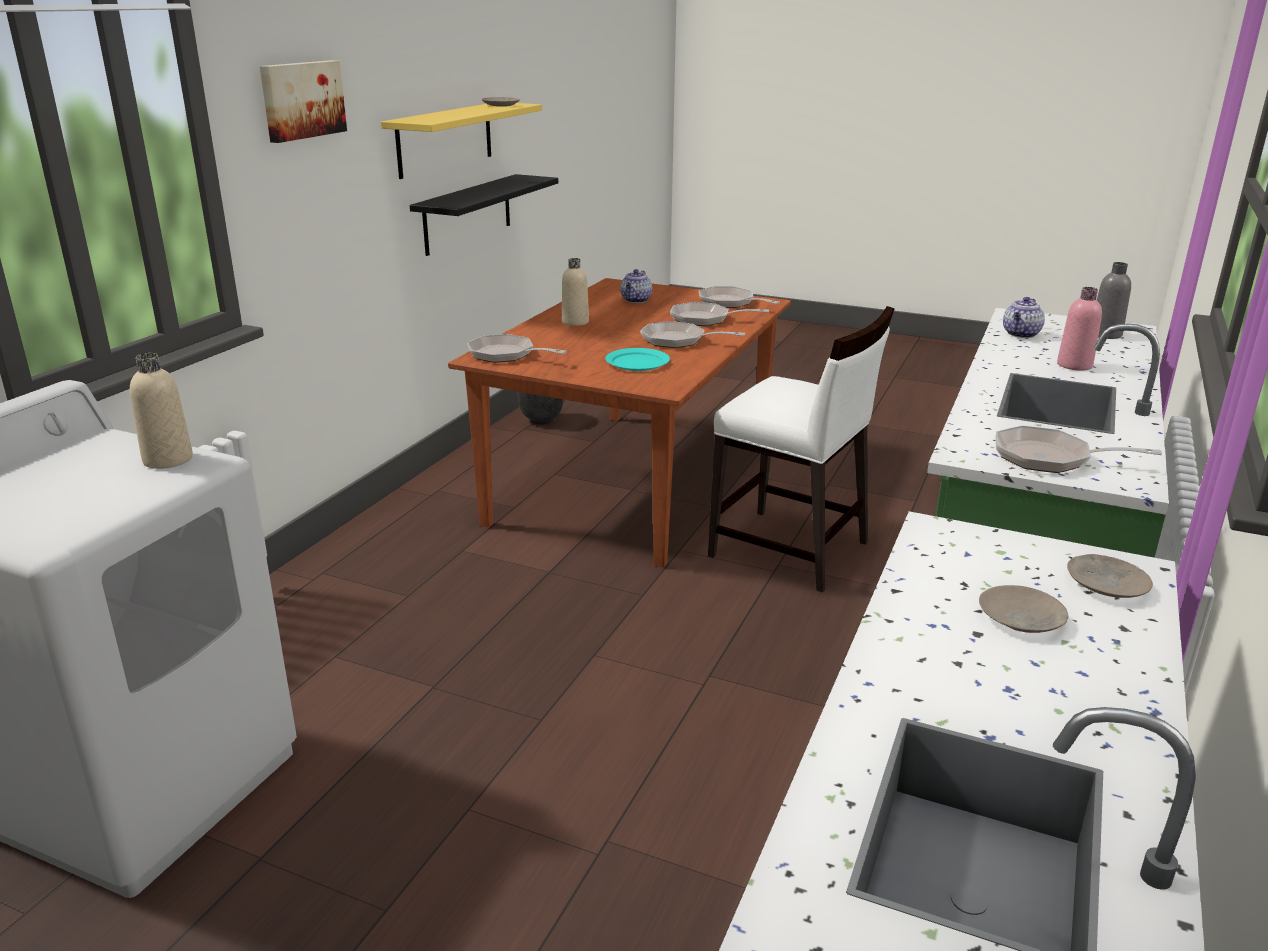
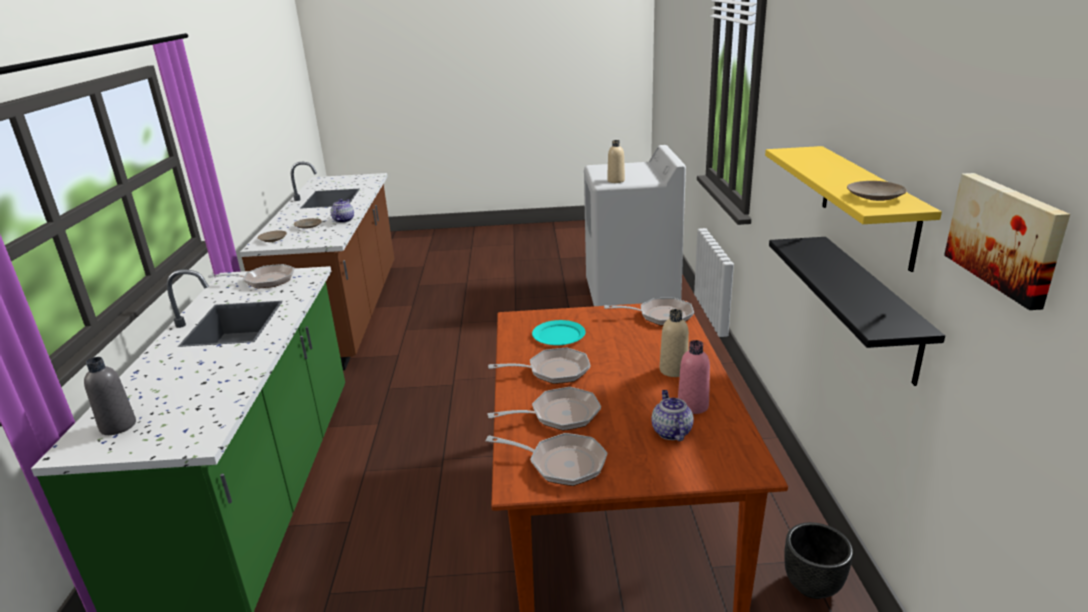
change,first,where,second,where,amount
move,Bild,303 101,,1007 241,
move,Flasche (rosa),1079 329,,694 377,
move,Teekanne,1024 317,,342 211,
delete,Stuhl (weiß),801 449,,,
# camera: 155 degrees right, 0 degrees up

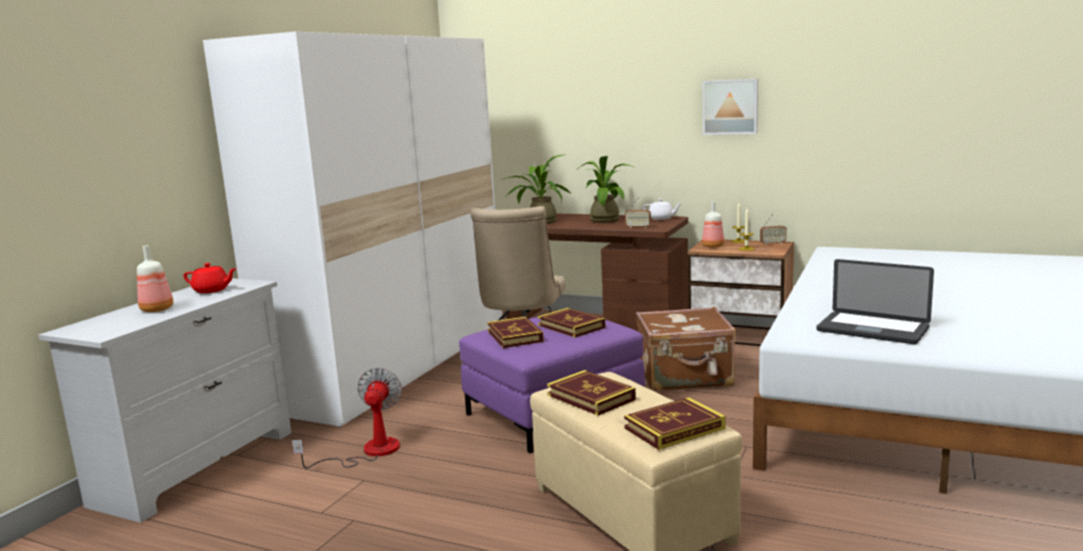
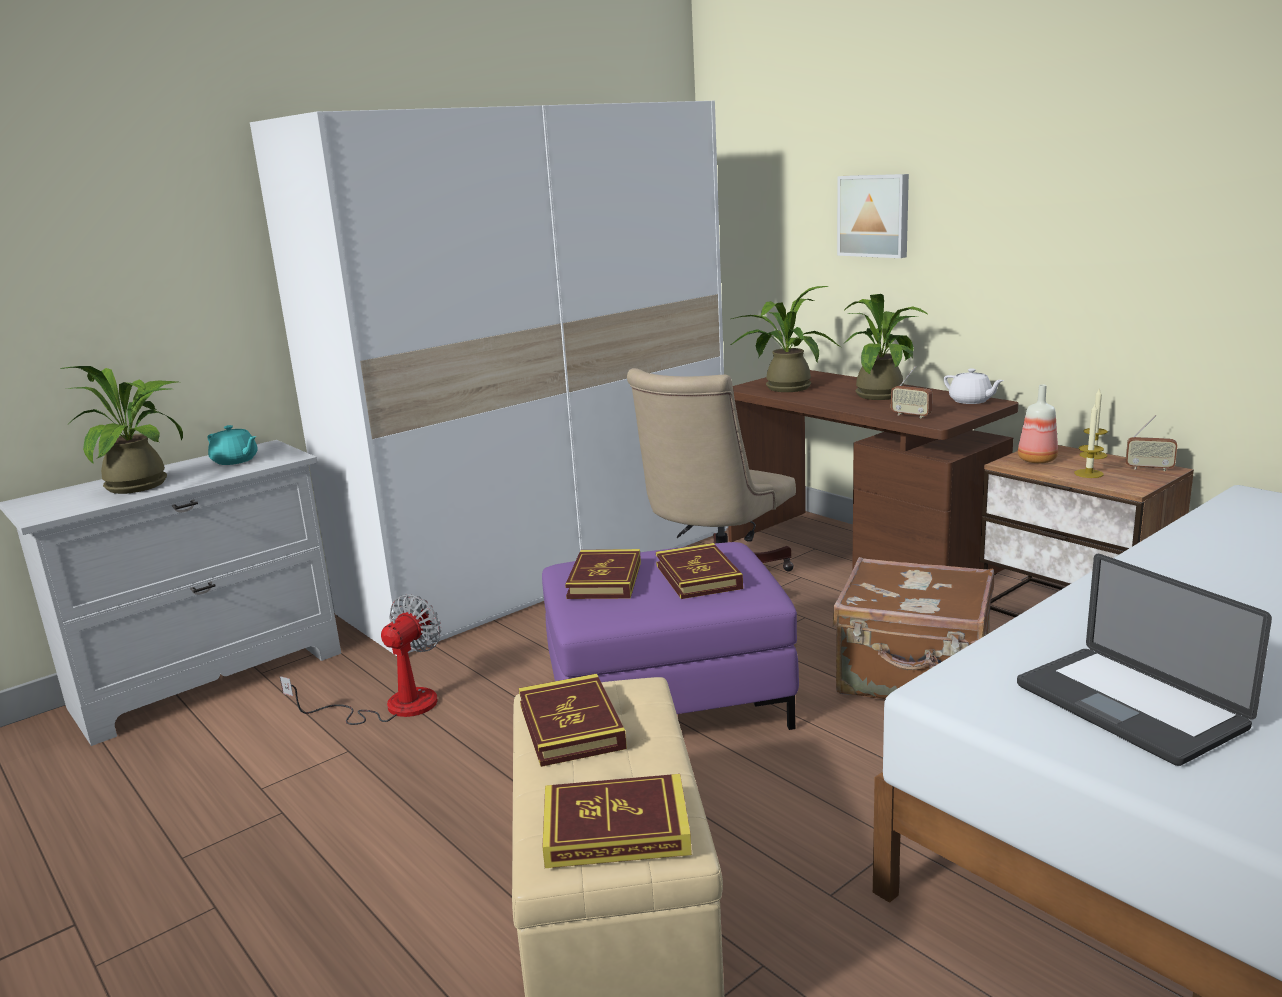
change,first,where,second,where,amount
move,Bild,730 107,,873 216,
replace,Flasche,155 278,Topfpflanze,121 430,
recolor,Teekanne (rot),210 278,Teekanne (türkis),233 445,
# camera: 25 degrees right, 5 degrees up

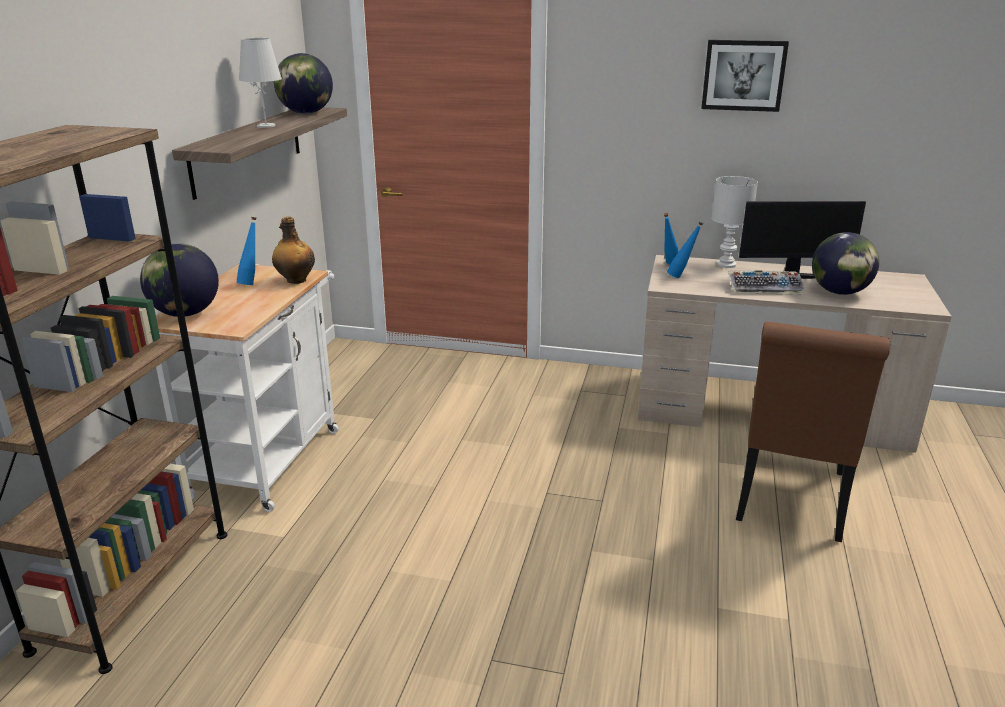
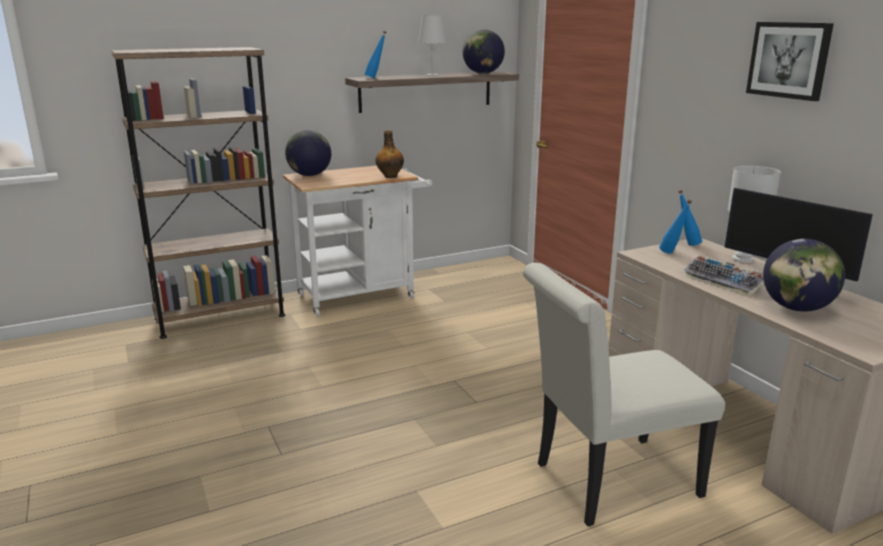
change,first,where,second,where,amount
move,Flasche (blau),246 251,,375 54,
recolor,Stuhl (braun),813 432,Stuhl (weiß),624 394,
# camera: 50 degrees right, 5 degrees down

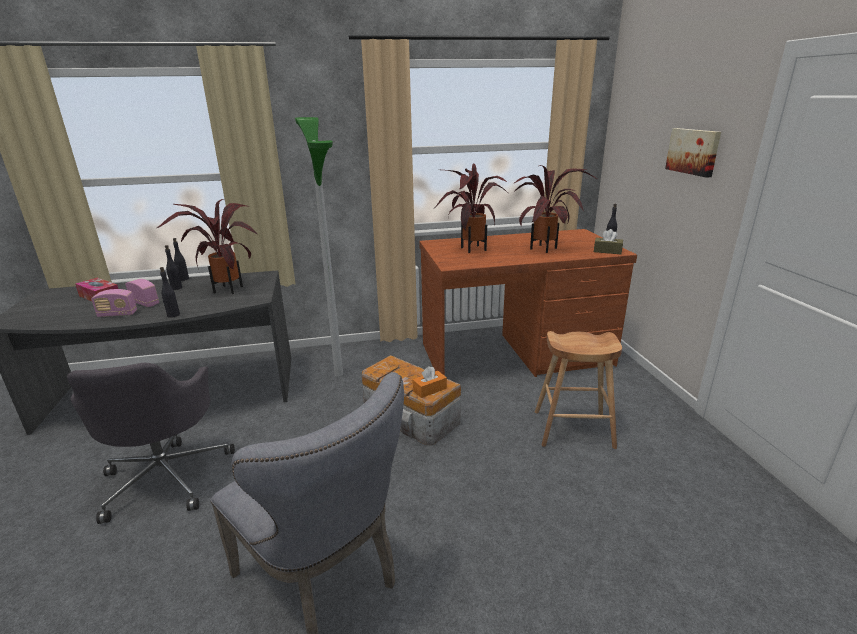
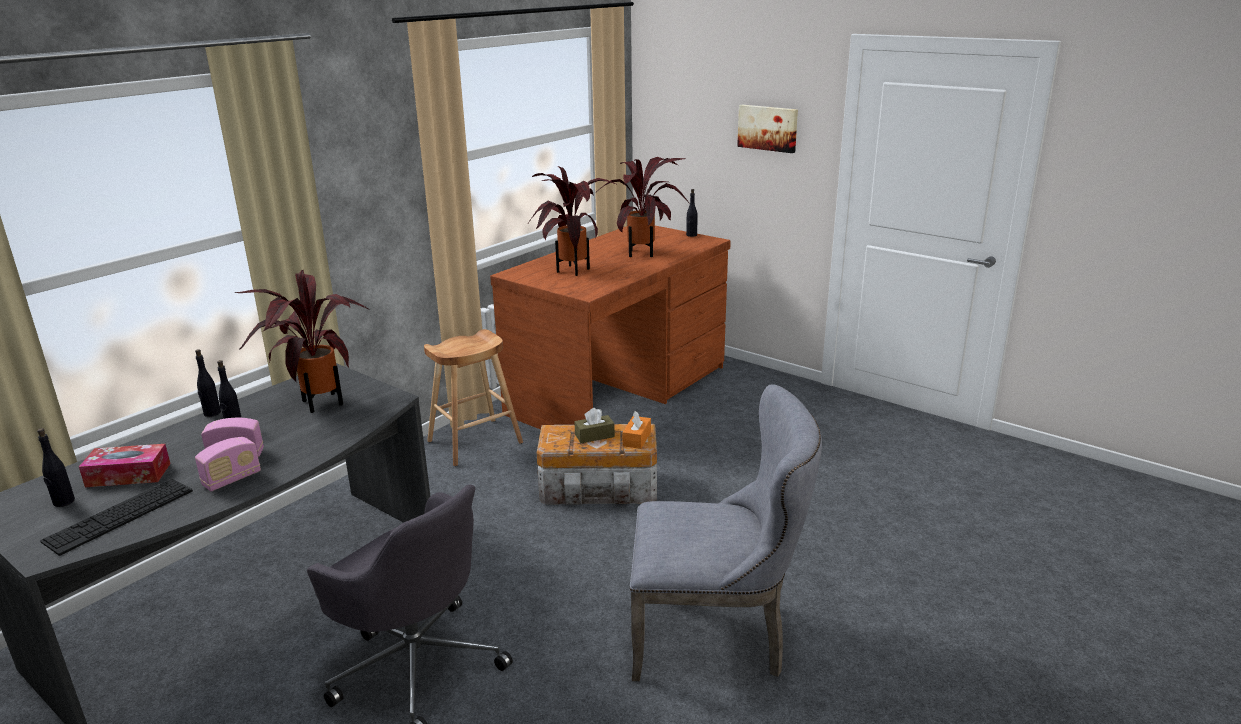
change,first,where,second,where,amount
delete,Stehlampe,319 247,,,
move,Taschentuchbox (braun),608 241,,594 425,
move,Flasche (schwarz),170 292,,56 467,
move,Hocker (braun),578 390,,473 397,
insert,,,Tastatur,116 517,
# camera: 40 degrees left, 0 degrees up

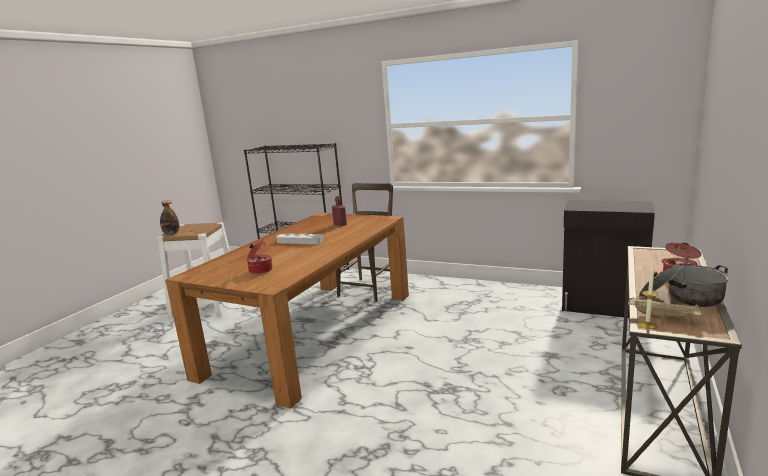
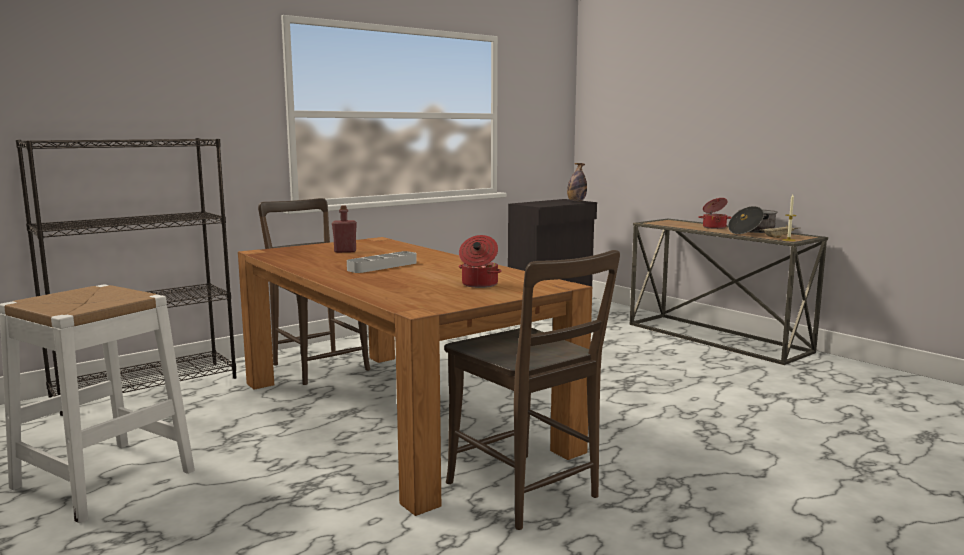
change,first,where,second,where,amount
move,Flasche,169 218,,577 182,
insert,,,Stuhl (braun),532 390,
# camera: 65 degrees left, 5 degrees down

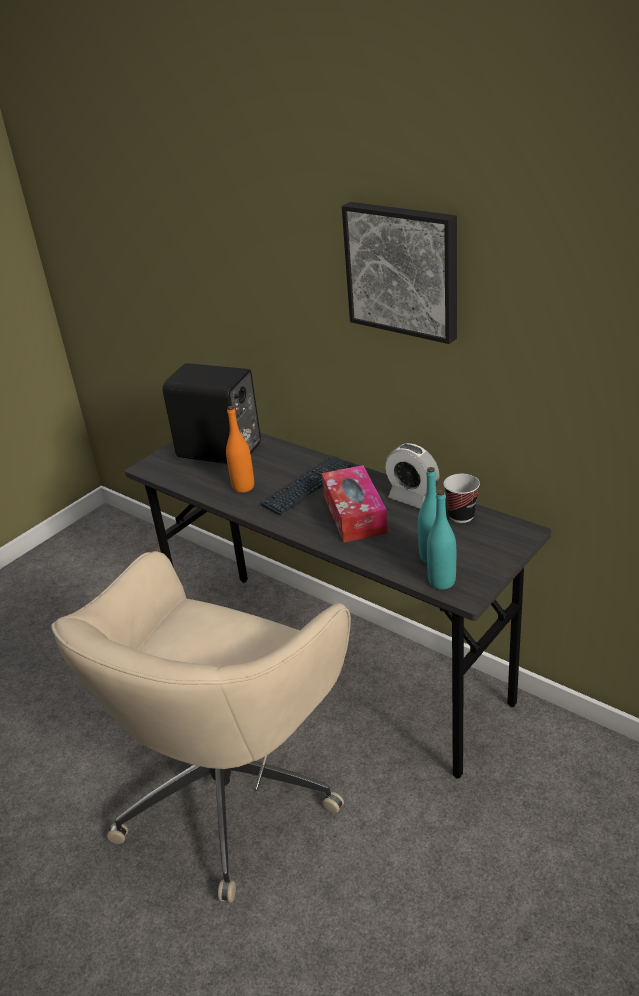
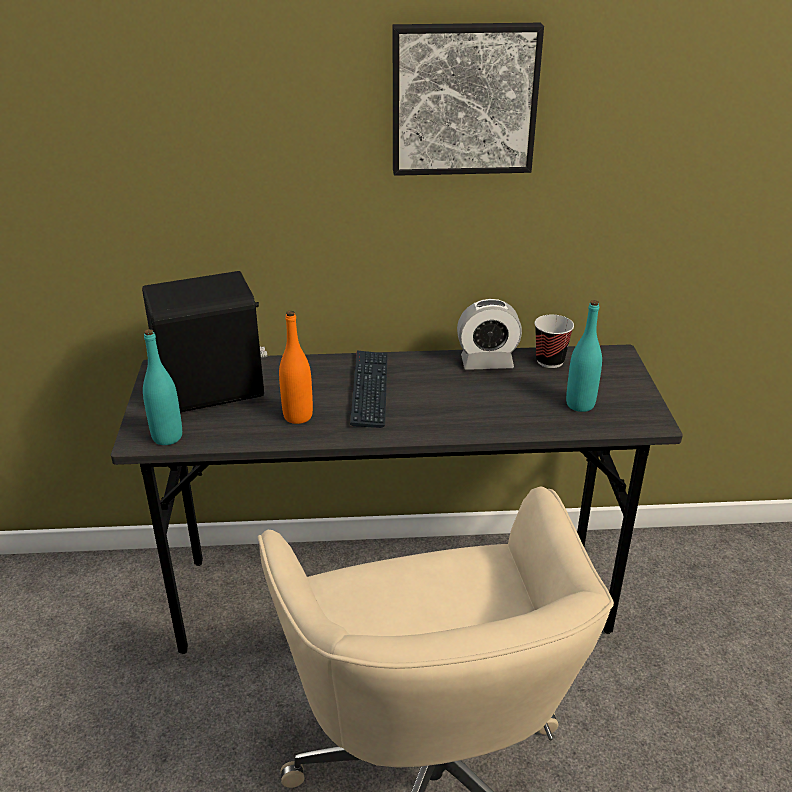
change,first,where,second,where,amount
delete,Taschentuchbox,355 503,,,
move,Flasche (türkis),441 540,,162 387,
# camera: 45 degrees left, 0 degrees up

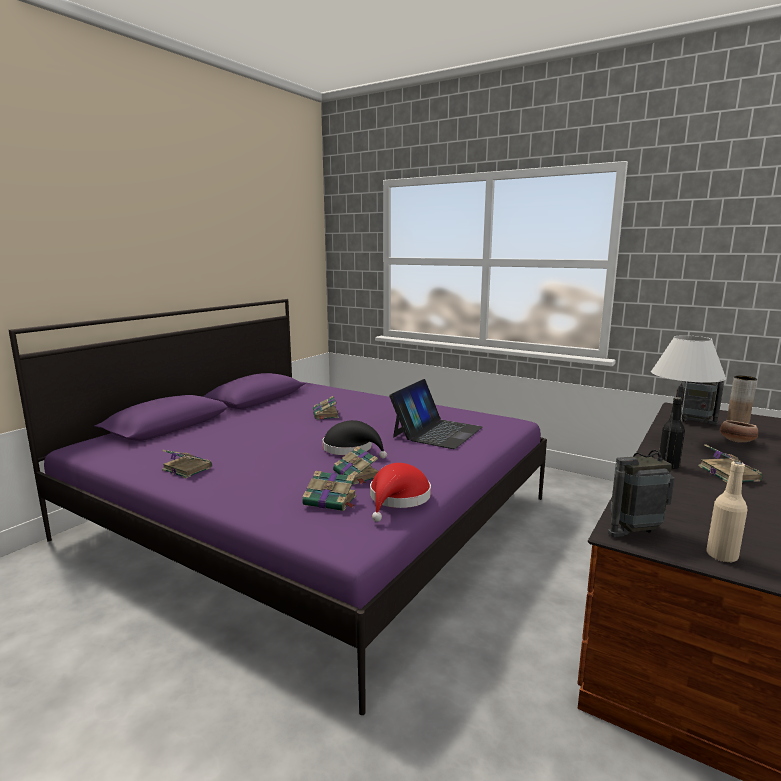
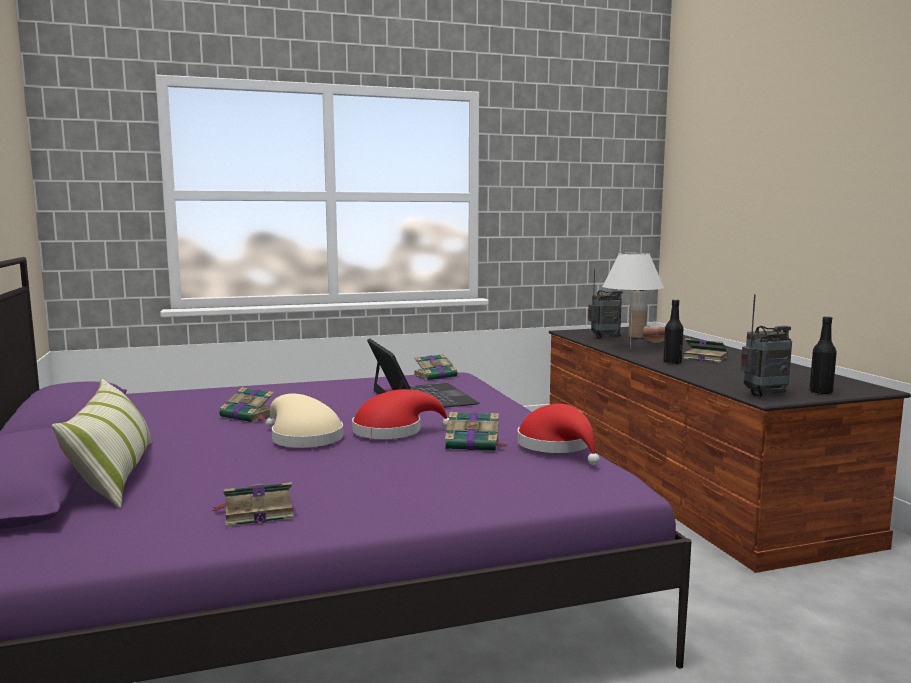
change,first,where,second,where,amount
rotate,Radio,641 475,,766 345,135 degrees counterclockwise
recolor,Hut (schwarz),354 439,Hut (rot),400 414,
recolor,Flasche (beige),726 511,Flasche (schwarz),823 355,
move,Buch,329 491,,436 367,
insert,,,Kissen,102 443,
insert,,,Hut (beige),304 421,
# camera: 50 degrees left, 5 degrees down

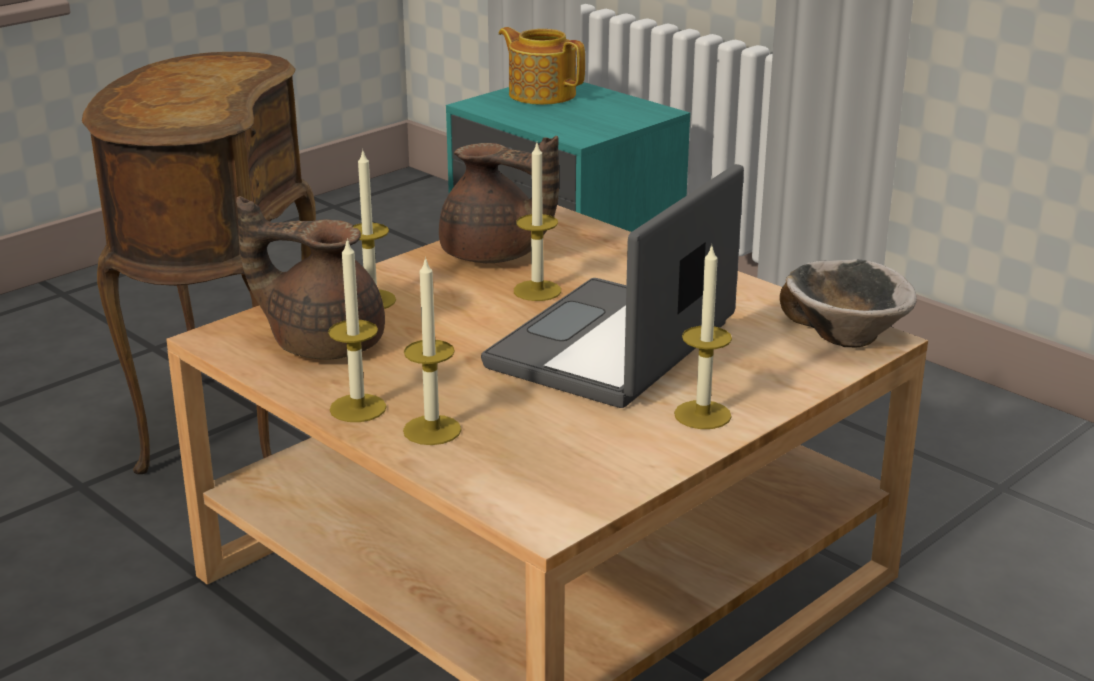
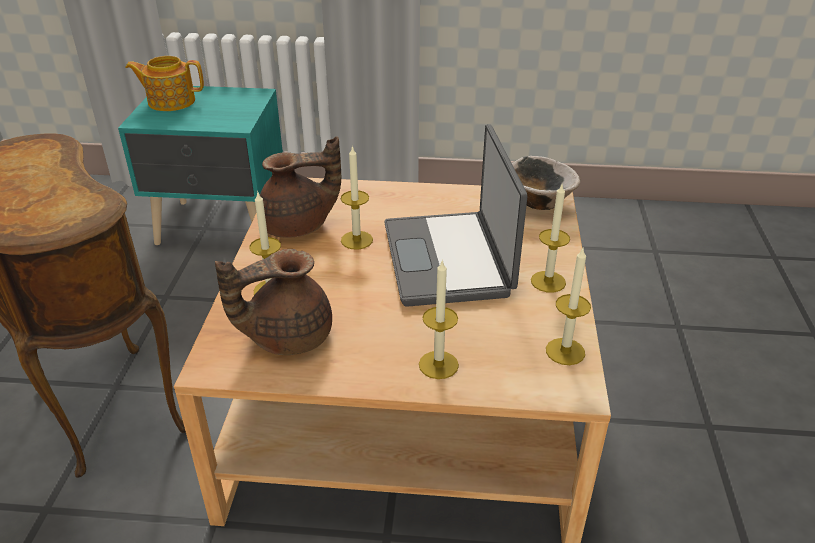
change,first,where,second,where,amount
move,Kerze,357 330,,568 306,
# camera: 40 degrees left, 10 degrees up

